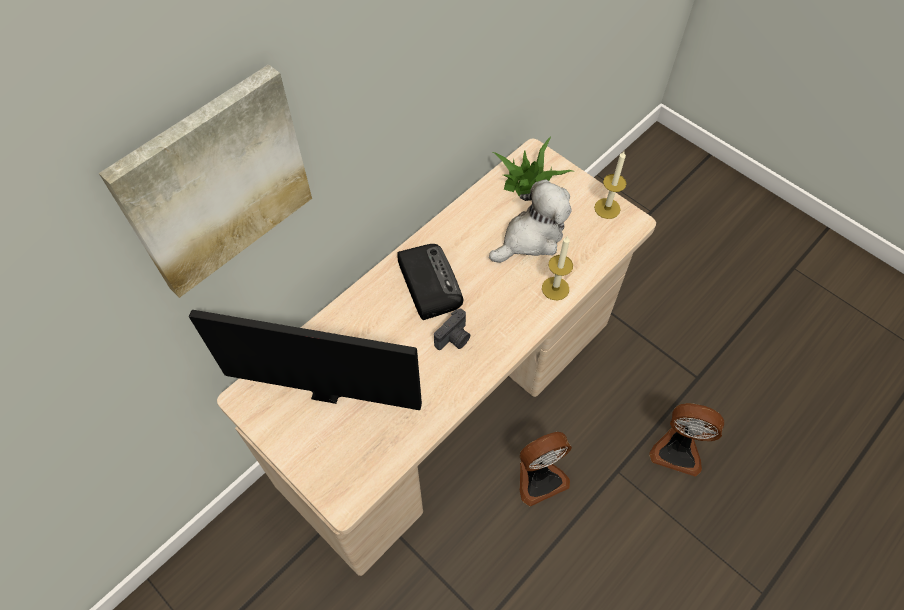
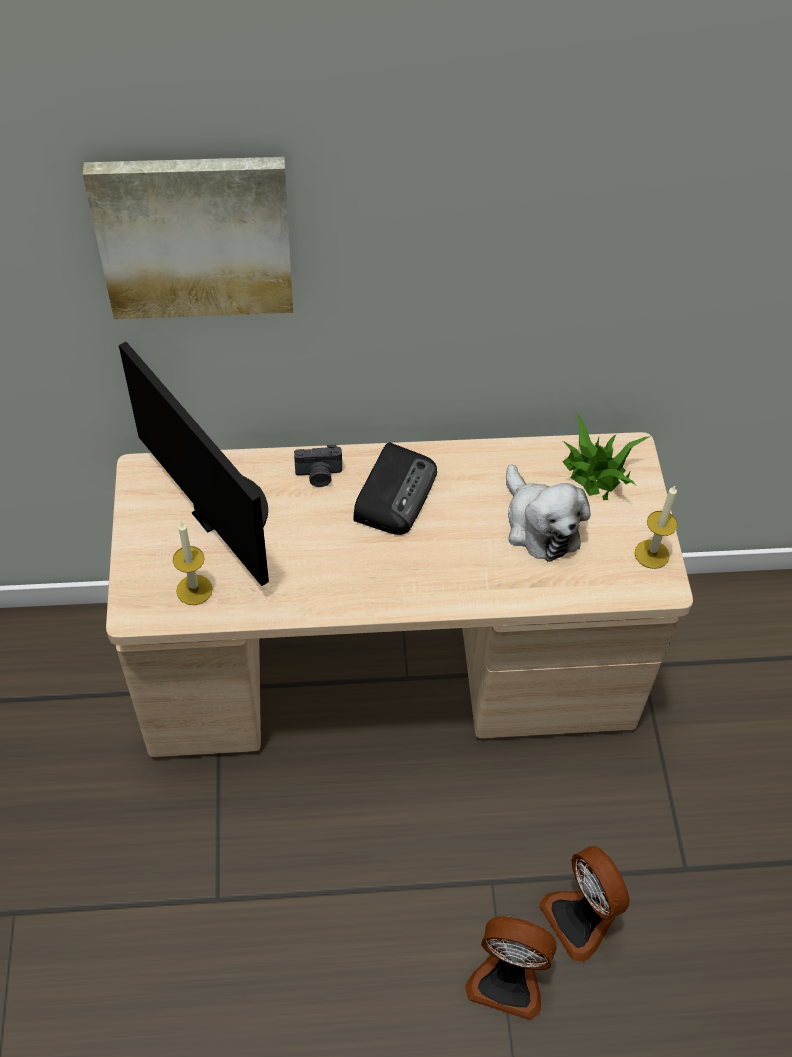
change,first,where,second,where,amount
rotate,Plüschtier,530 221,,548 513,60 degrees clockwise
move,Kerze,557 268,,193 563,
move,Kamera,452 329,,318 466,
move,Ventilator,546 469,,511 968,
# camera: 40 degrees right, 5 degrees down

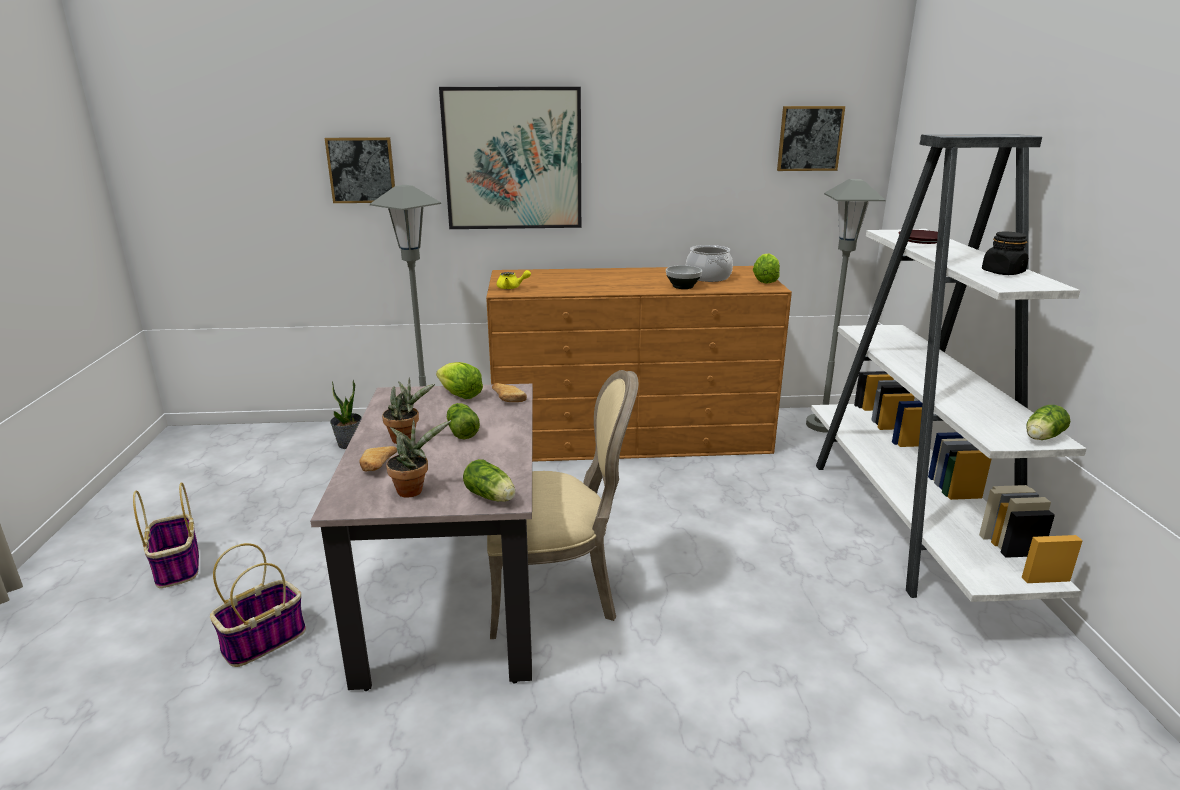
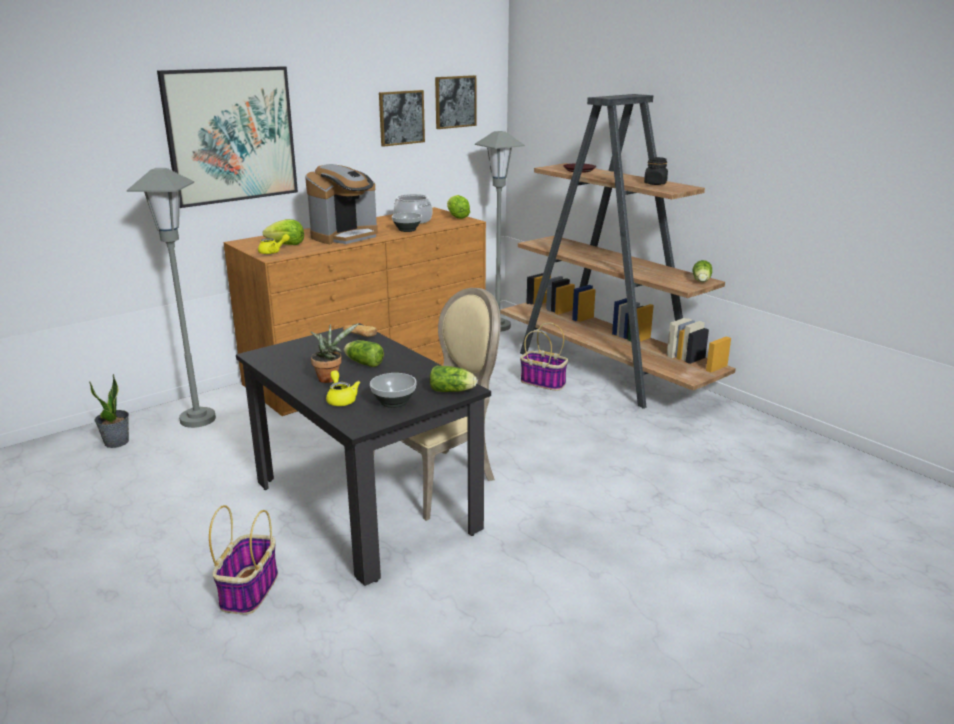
change,first,where,second,where,amount
recolor,Bücherregal (weiß),949 368,Bücherregal (braun),618 251,
move,Bild,360 170,,402 118,
move,Salatkopf,459 380,,283 232,
recolor,Esstisch (beige),421 537,Esstisch (schwarz),363 454,
replace,Topfpflanze,418 458,Schüssel,393 390,
replace,Brot,378 459,Teekanne (gelb),343 388,
move,Korb,166 535,,544 356,
insert,,,Kaffeemaschine,341 204,
# camera: 35 degrees left, 0 degrees up

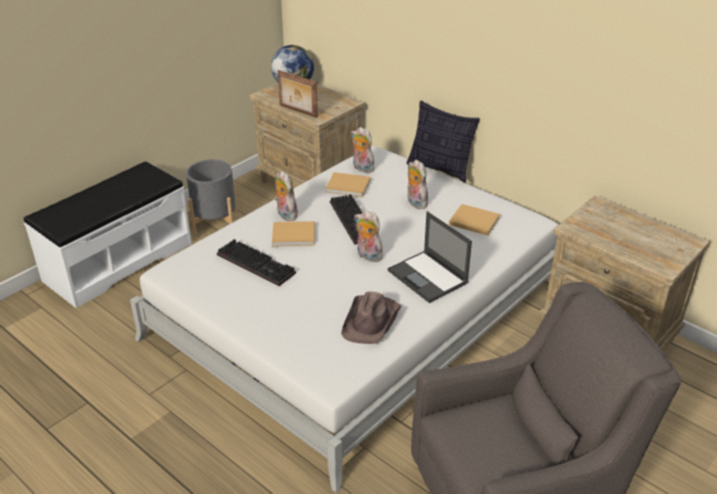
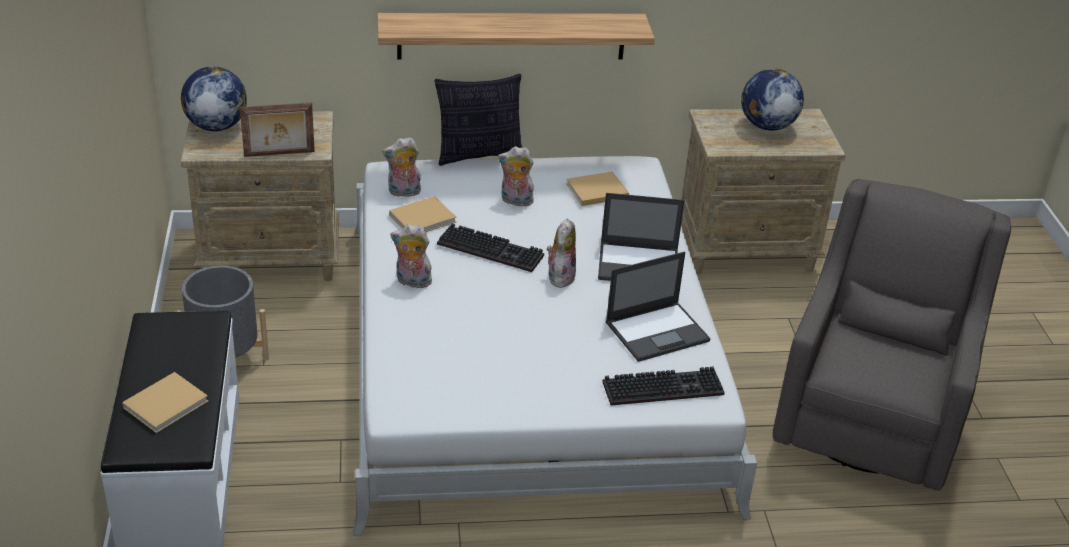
change,first,where,second,where,amount
rotate,Plüschtier,368 236,,561 253,120 degrees clockwise
move,Buch (beige),293 234,,165 402,
move,Tastatur,256 262,,664 386,
replace,Hut (braun),371 318,Laptop,658 307,
insert,,,Wandregal,516 36,
insert,,,Globus,772 100,
# camera: 50 degrees left, 0 degrees up

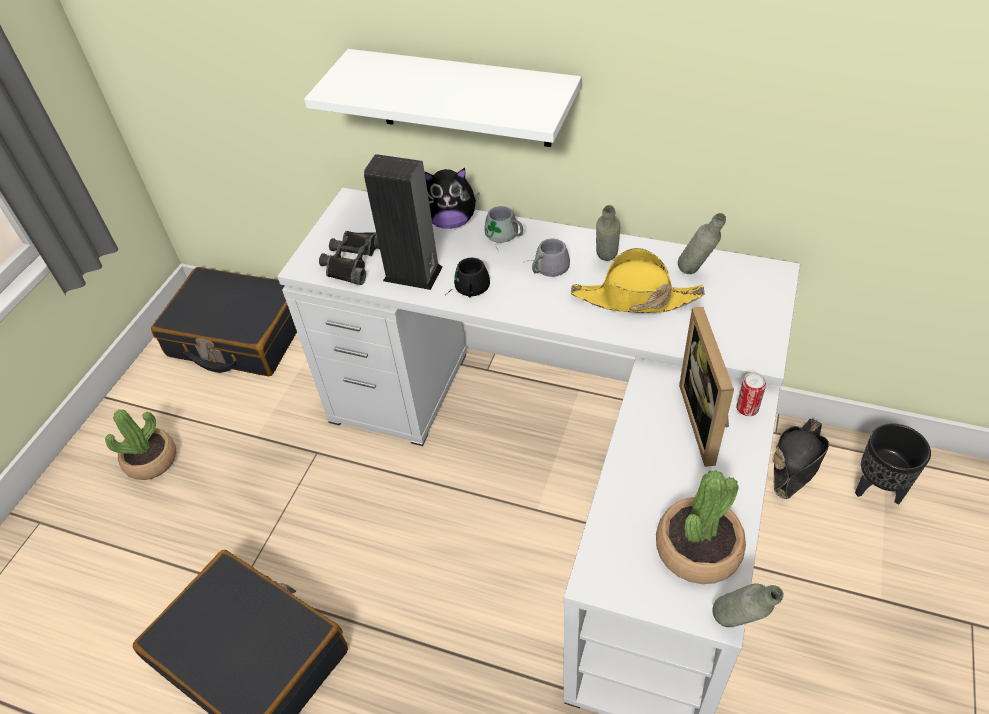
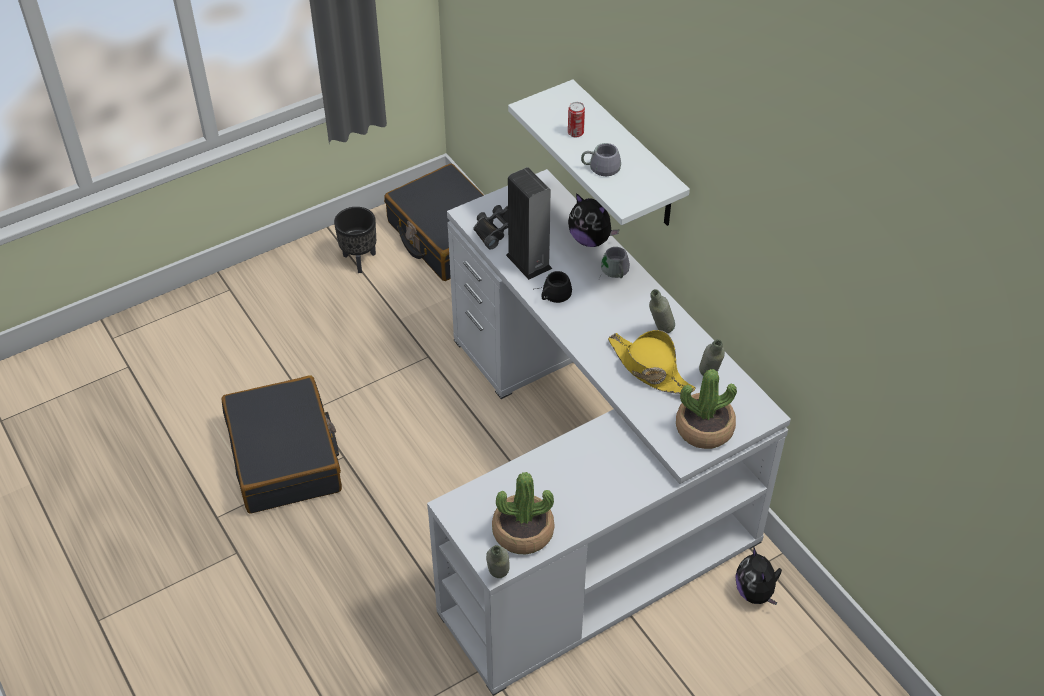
change,first,where,second,where,amount
move,Henkelbecher (grau),546 258,,601 159,
delete,Bilderrahmen,706 387,,,
move,Dose,751 394,,576 120,
move,Topfpflanze,140 445,,706 409,
replace,Hut (schwarz),801 458,Plüschtier,758 575,
move,Pflanzkübel (schwarz),893 464,,355 240,
# camera: 35 degrees right, 0 degrees up

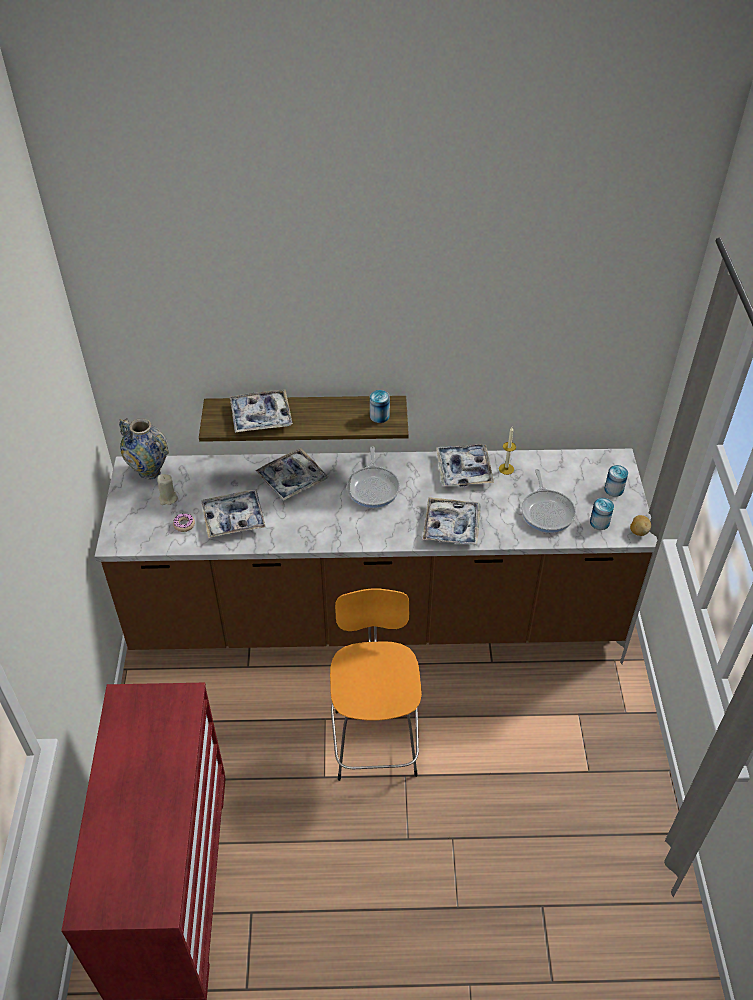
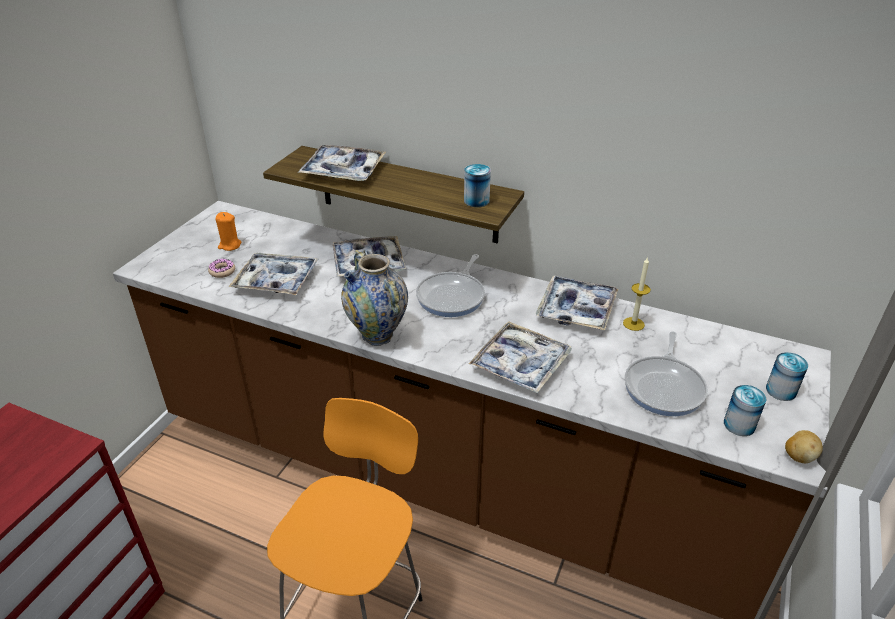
change,first,where,second,where,amount
move,Vase,144 449,,374 298,
recolor,Kerze (beige),167 489,Kerze (orange),229 231,
# camera: 25 degrees right, 10 degrees down

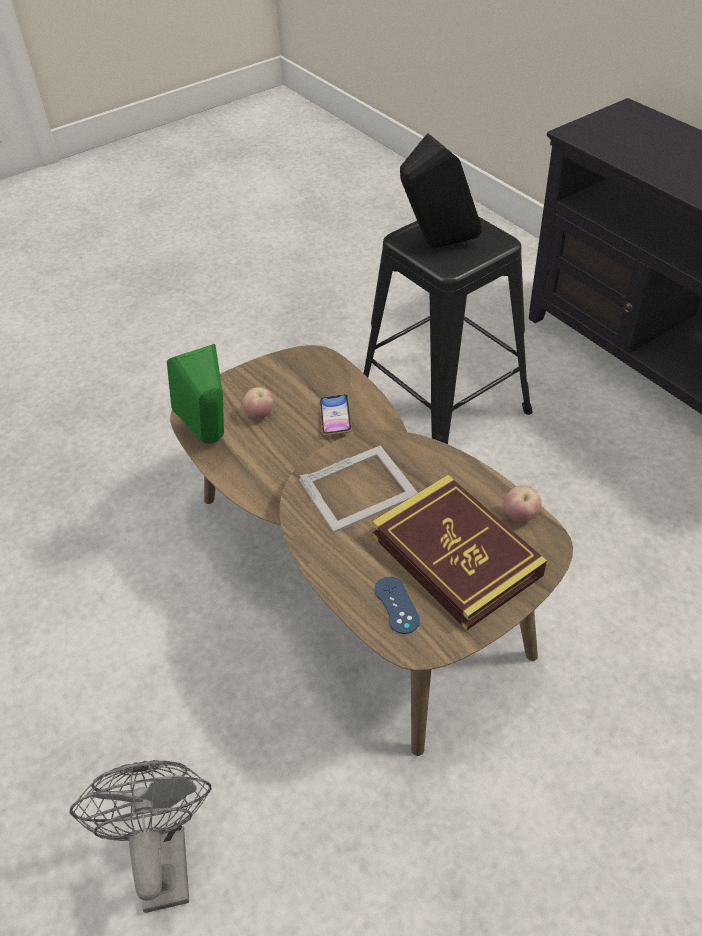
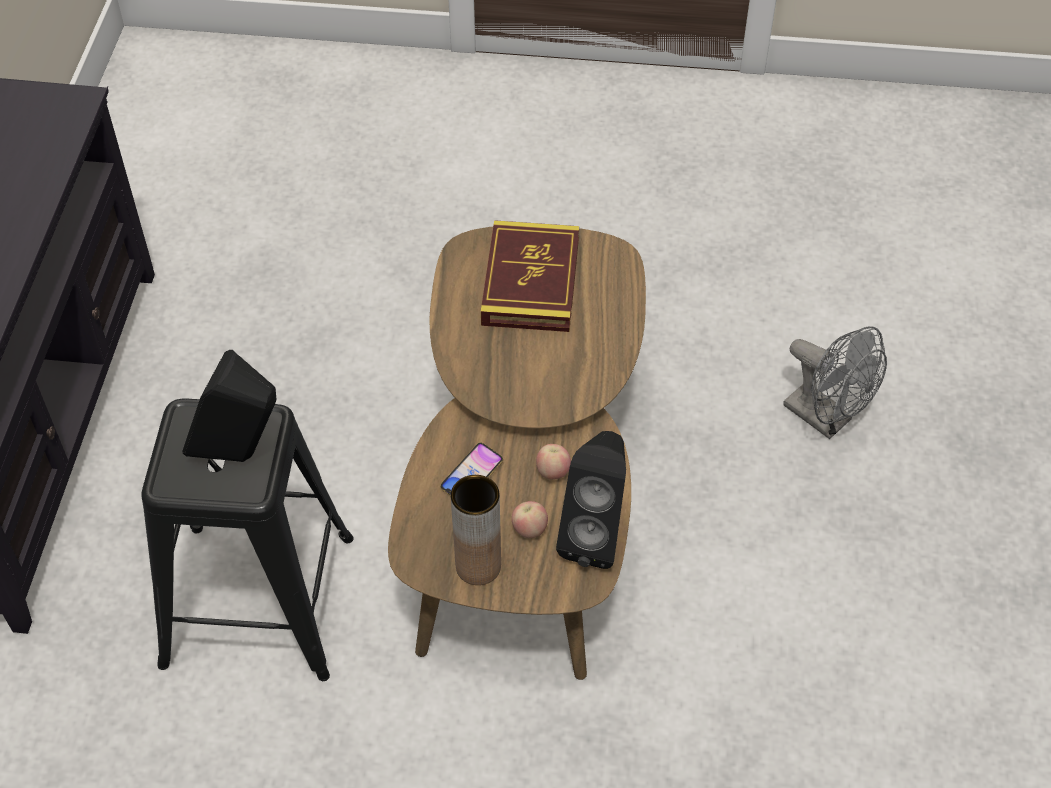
change,first,where,second,where,amount
recolor,Lautsprecher (grün),195 394,Lautsprecher (schwarz),591 500,
delete,Bilderrahmen,358 489,,,
move,Apfel,522 504,,553 462,
delete,Gamepad (blau),397 605,,,
rotate,Ventilator (grau),140 836,,835 382,75 degrees counterclockwise
insert,,,Vase (braun),476 530,
# camera: 140 degrees left, 5 degrees up

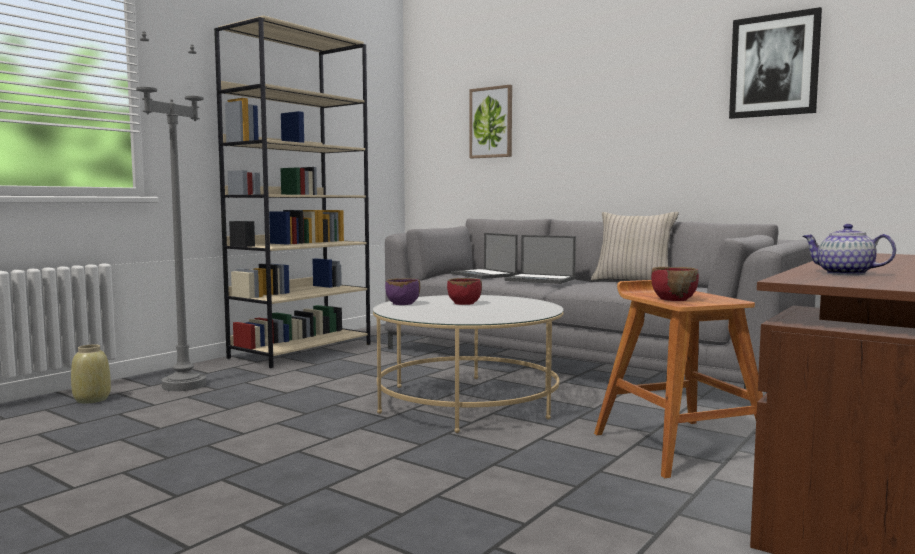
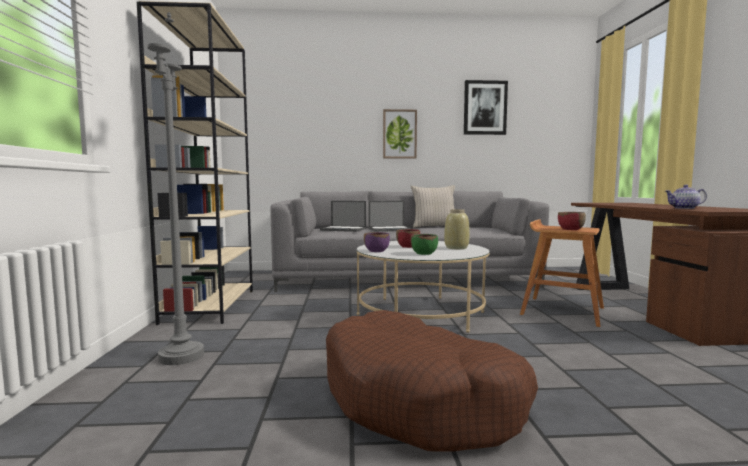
change,first,where,second,where,amount
move,Bild,490 121,,400 134,
move,Vase (beige),91 374,,457 229,
insert,,,Schüssel (grün),424 244,
insert,,,Hundebett (braun),432 381,
# camera: 40 degrees left, 0 degrees up

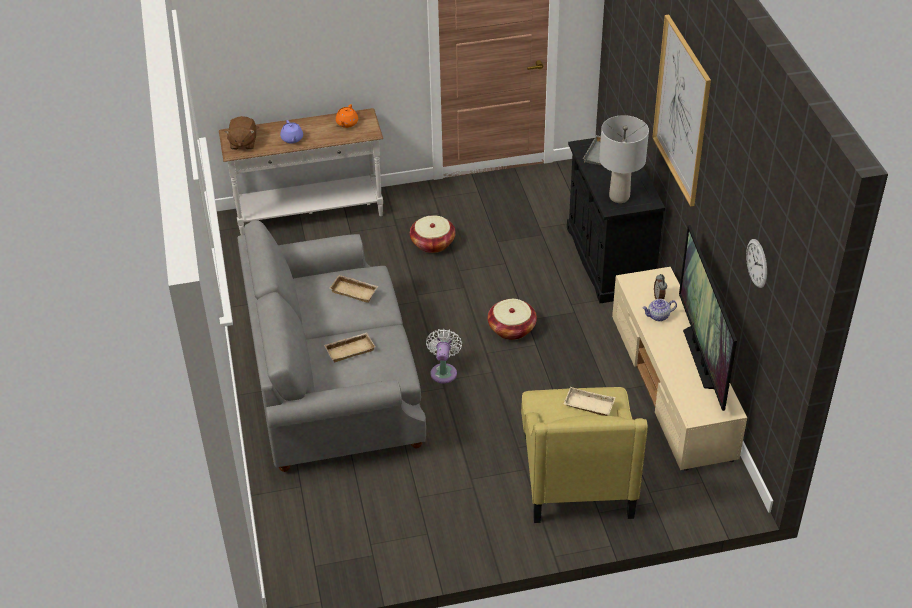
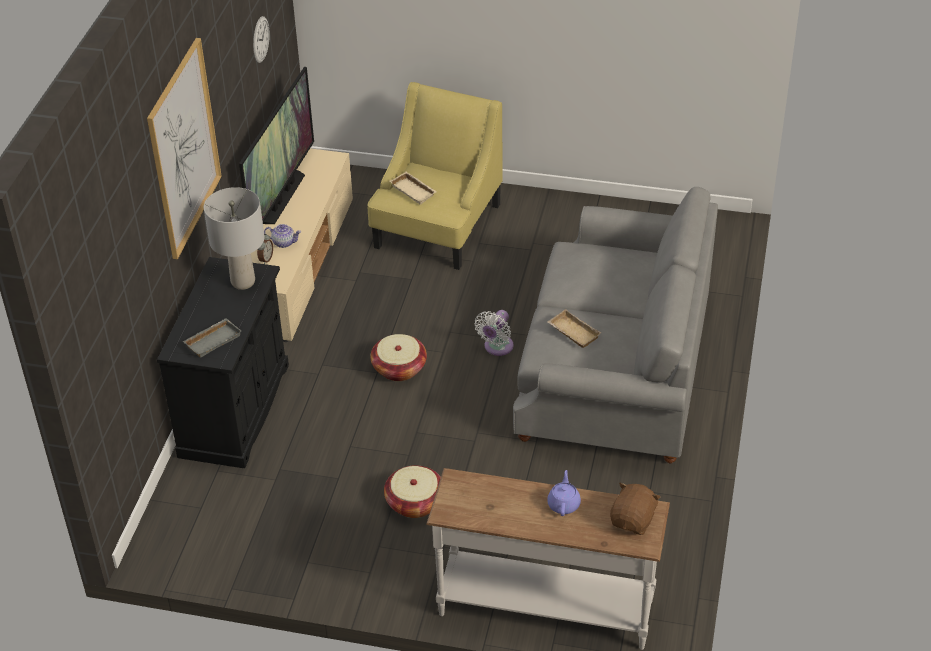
change,first,where,second,where,amount
delete,Teekanne (orange),347 116,,,
delete,Tablett (beige),349 347,,,
# camera: 155 degrees left, 0 degrees up

